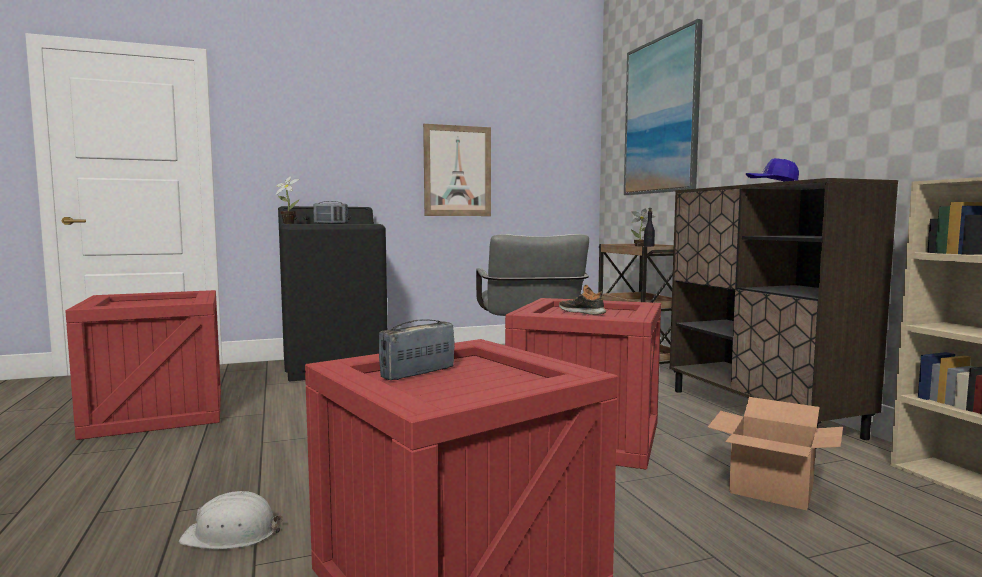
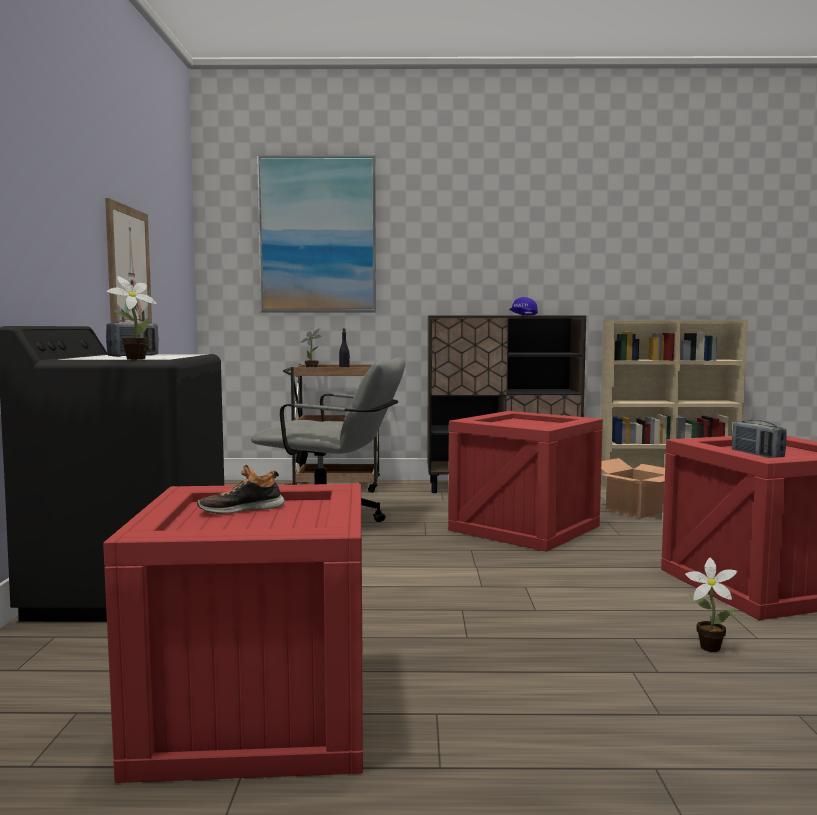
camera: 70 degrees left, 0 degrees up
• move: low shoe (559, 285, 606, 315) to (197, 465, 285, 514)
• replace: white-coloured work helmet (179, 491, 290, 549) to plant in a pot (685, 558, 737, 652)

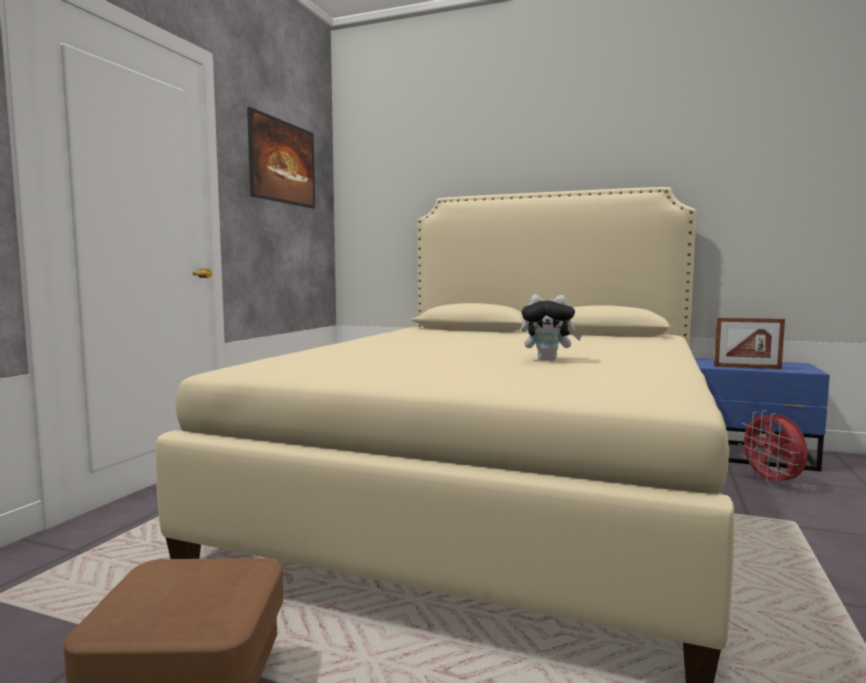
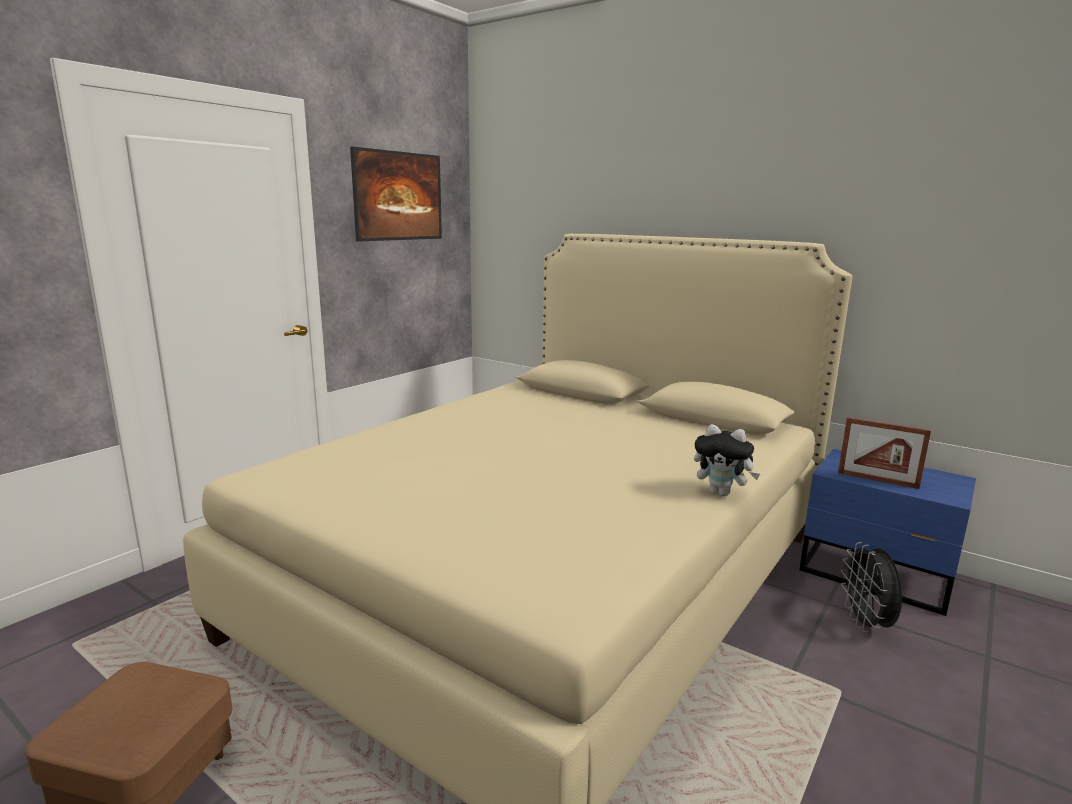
camera: 15 degrees right, 10 degrees up
• move: cuddly toy (521, 294, 582, 361) to (694, 424, 760, 496)
• recolor: red-coloured cooling fan (738, 410, 808, 486) to black cooling fan (841, 542, 902, 632)

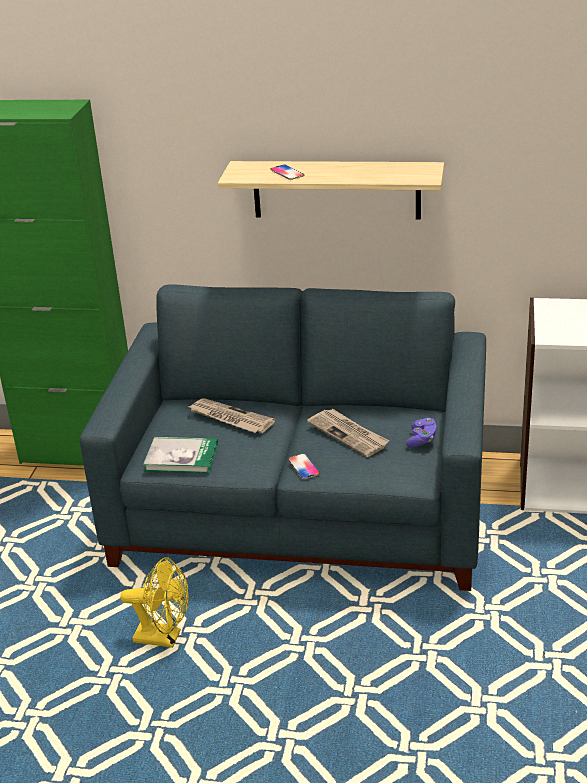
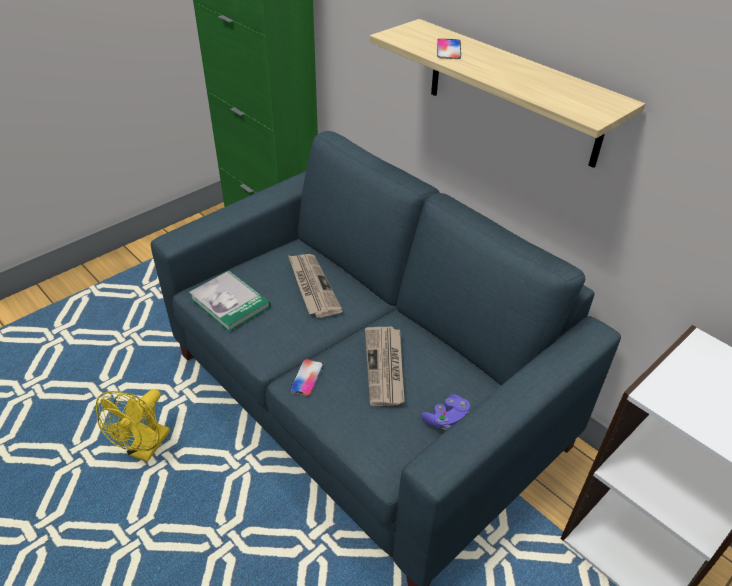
camera: 35 degrees right, 10 degrees up
• rotate: yellow-coloured cooling fan (120, 557, 189, 648) = (96, 389, 170, 462) 60 degrees clockwise

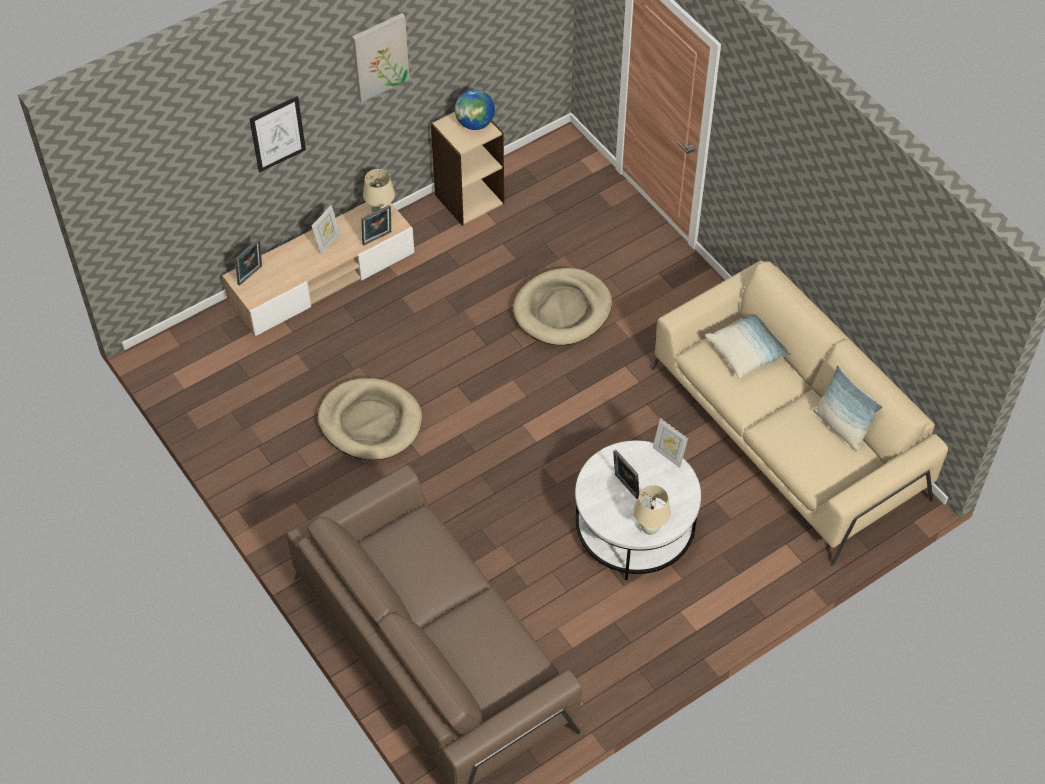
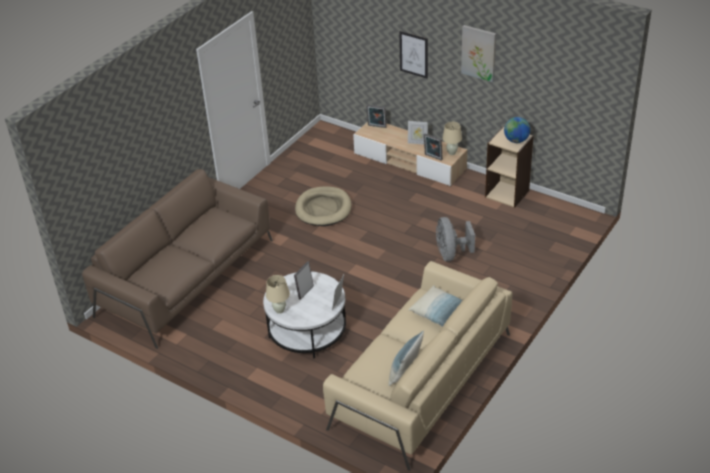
camera: 70 degrees right, 15 degrees down
• replace: sand-coloured pet bed (513, 268, 612, 345) to greyish cooling fan (436, 217, 475, 262)

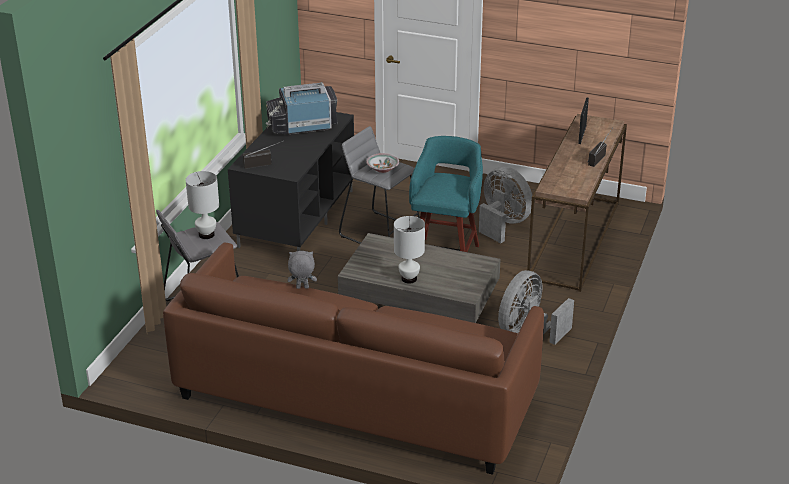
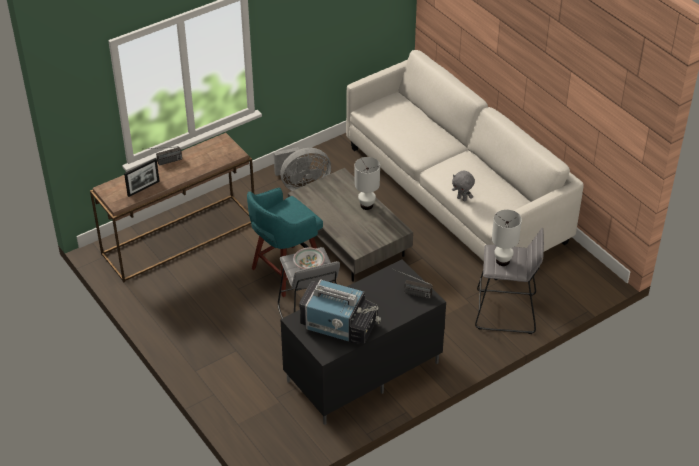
camera: 145 degrees left, 10 degrees up
• recolor: brownish settee (163, 242, 544, 475) to white-coloured settee (346, 50, 584, 280)
• delete: greyish cooling fan (479, 167, 532, 243)

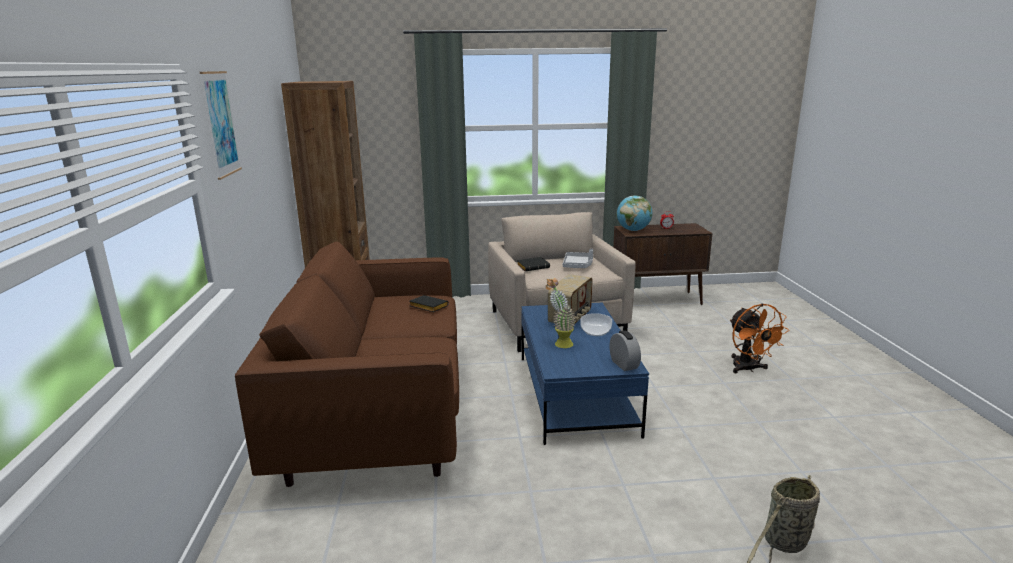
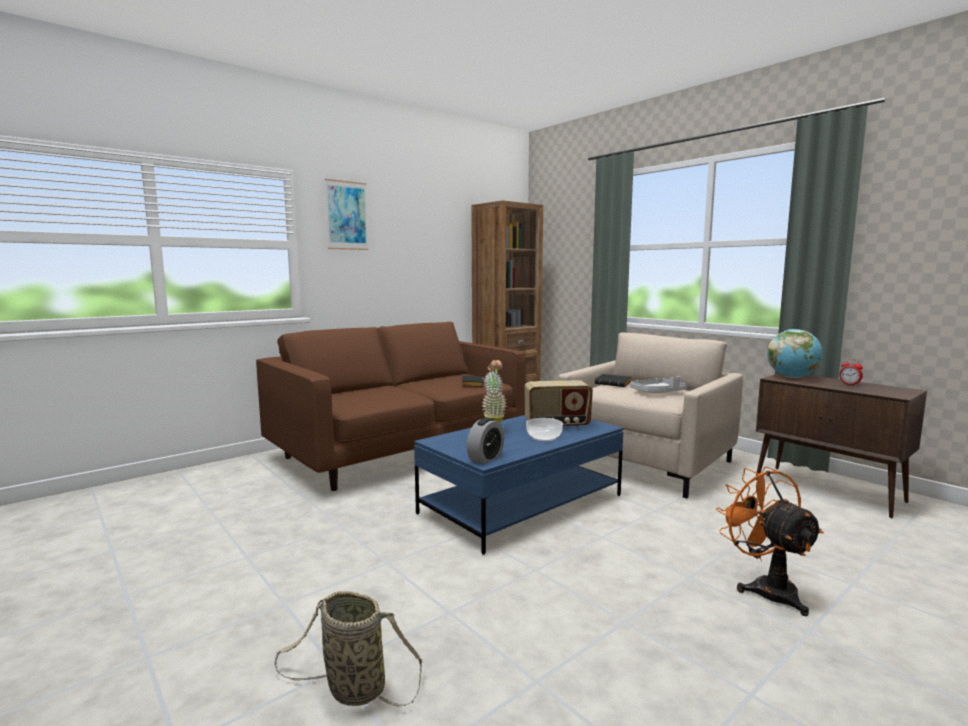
camera: 55 degrees right, 10 degrees down
• rotate: orange cooling fan (730, 303, 790, 373) = (716, 466, 824, 616) 120 degrees clockwise

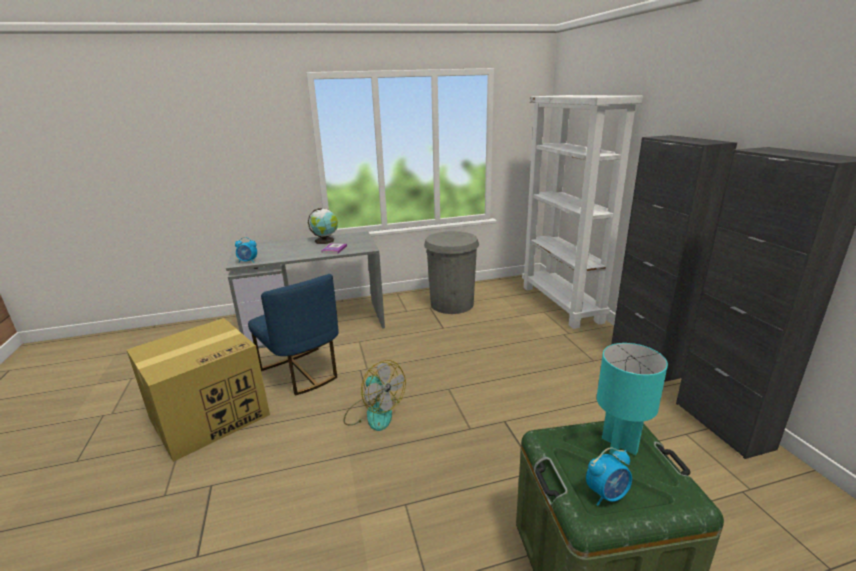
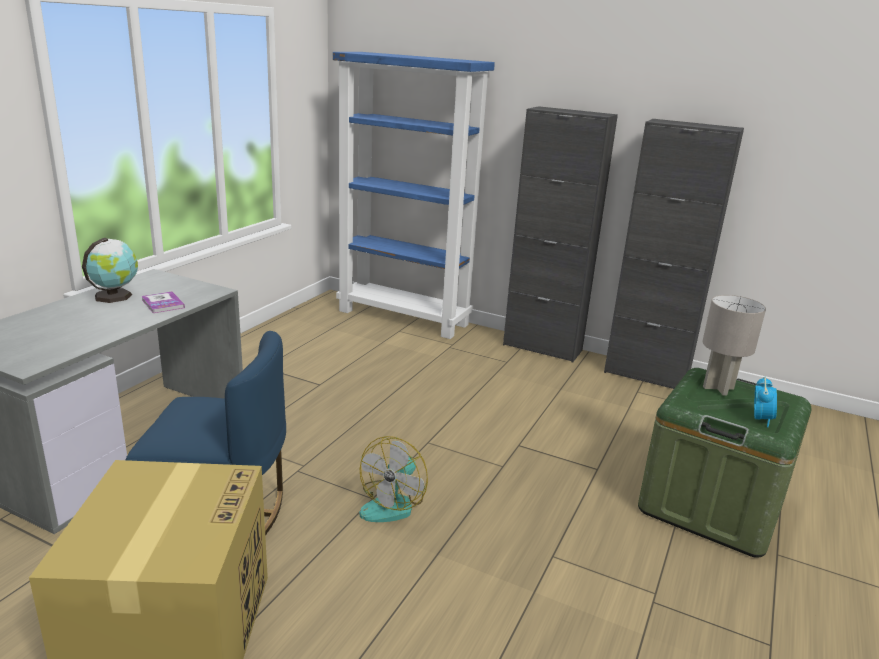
camera: 50 degrees left, 0 degrees up
• recolor: white-coloured bookshelf (522, 95, 643, 329) to blue bookshelf (333, 52, 495, 339)
• rotate: cooling fan (344, 360, 406, 431) = (359, 436, 428, 522) 120 degrees clockwise
• recolor: turquoise-coloured table lamp (597, 343, 668, 455) to greyish table lamp (703, 295, 766, 395)
• delete: table clock (235, 237, 257, 263)
• delete: greyish waste bin (424, 231, 479, 314)

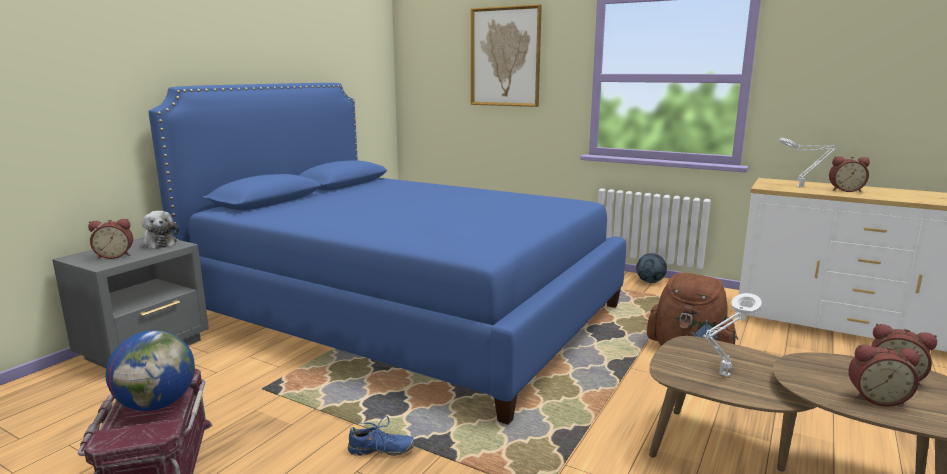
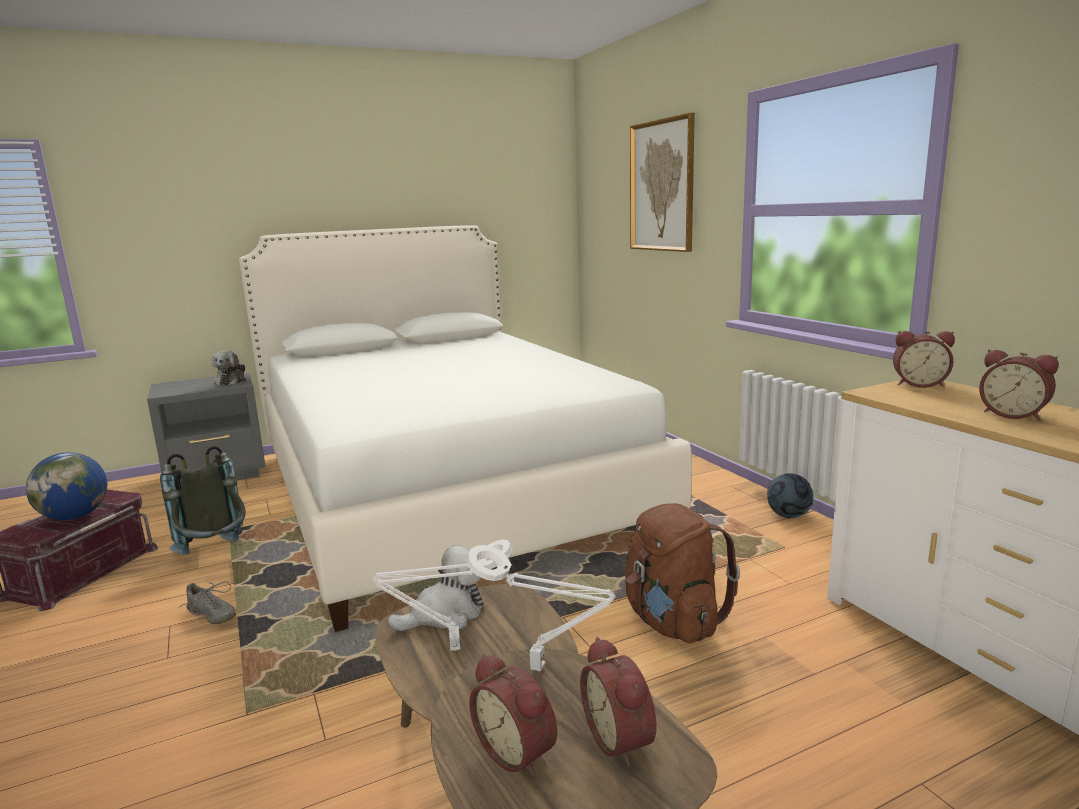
camera: 35 degrees right, 0 degrees up
• insert: greyish rucksack (160, 446, 246, 554)
• recolor: blue low shoe (348, 416, 415, 456) to greyish low shoe (179, 581, 236, 624)
• recolor: blue bedroom bed (149, 83, 626, 425) to white-coloured bedroom bed (239, 225, 692, 632)
• insert: cuddly toy (388, 545, 484, 631)
• move: white-coloured table lamp (779, 138, 836, 188) to (466, 545, 615, 671)
• move: table clock (88, 219, 133, 259) to (893, 331, 955, 388)

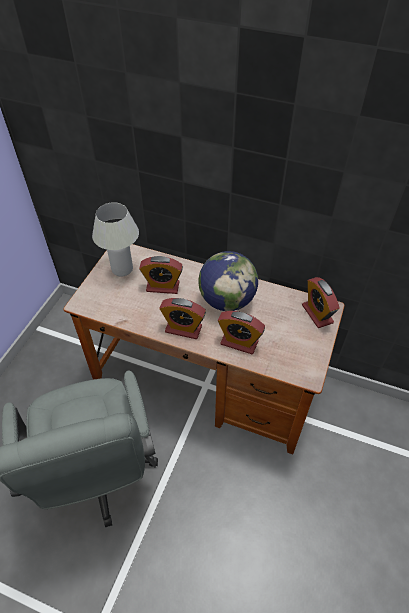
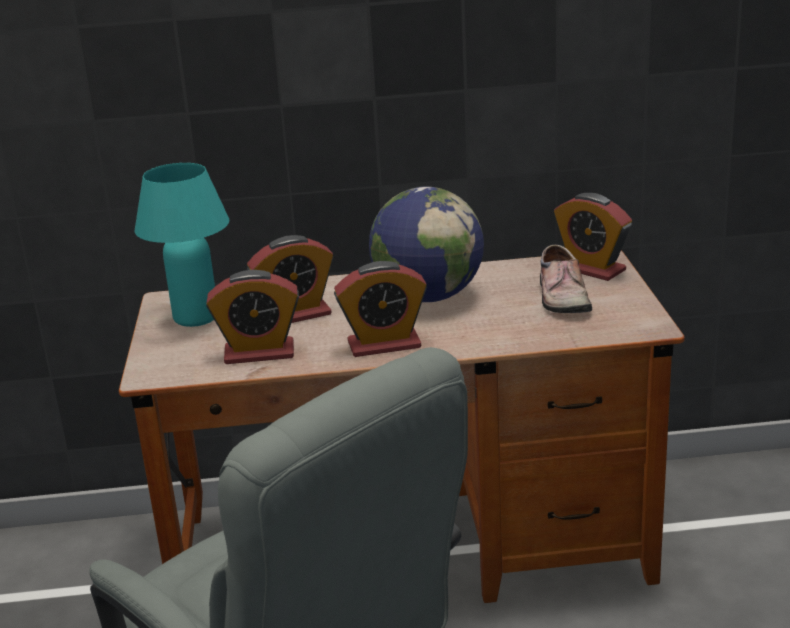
camera: 25 degrees left, 25 degrees down
• recolor: white-coloured table lamp (92, 202, 139, 276) to turquoise-coloured table lamp (135, 163, 229, 327)
• move: table clock (218, 311, 265, 354) to (206, 270, 299, 364)
• insert: low shoe (540, 245, 592, 313)

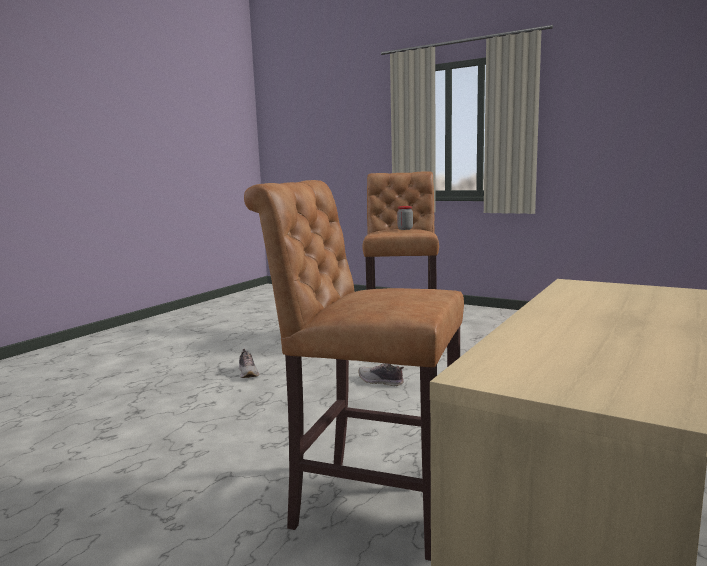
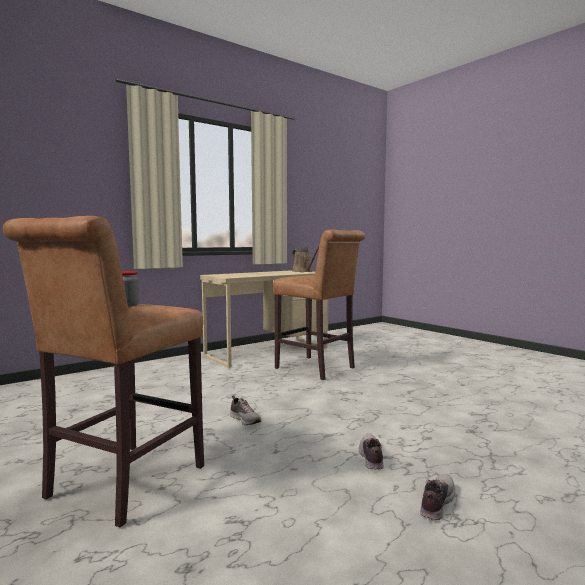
camera: 160 degrees left, 5 degrees down
• insert: brownish sprinkling can (292, 246, 319, 272)
• insert: low shoe (420, 474, 455, 520)

